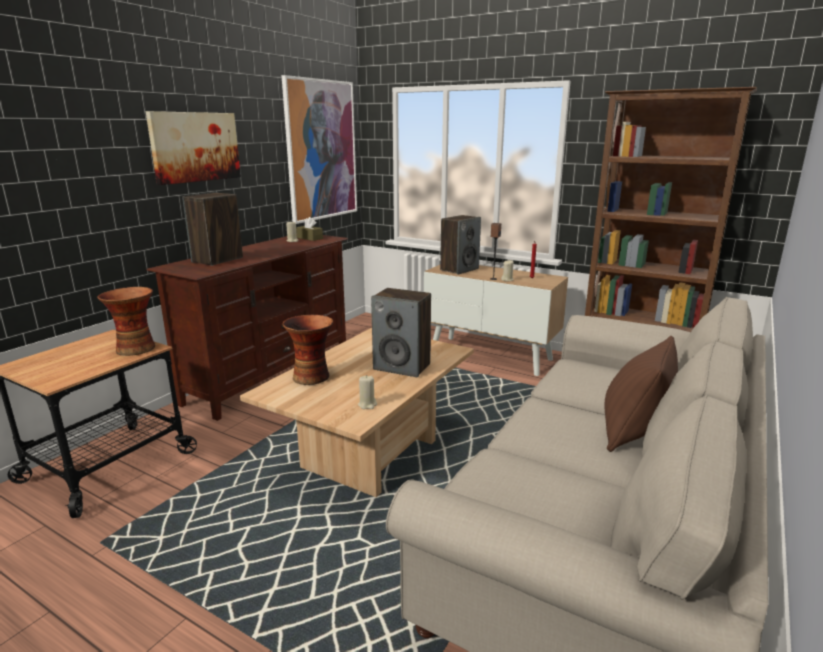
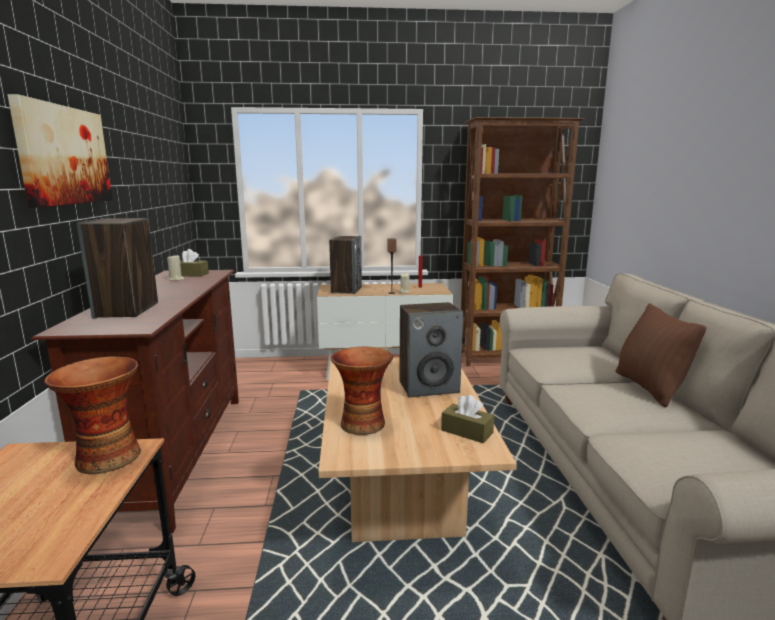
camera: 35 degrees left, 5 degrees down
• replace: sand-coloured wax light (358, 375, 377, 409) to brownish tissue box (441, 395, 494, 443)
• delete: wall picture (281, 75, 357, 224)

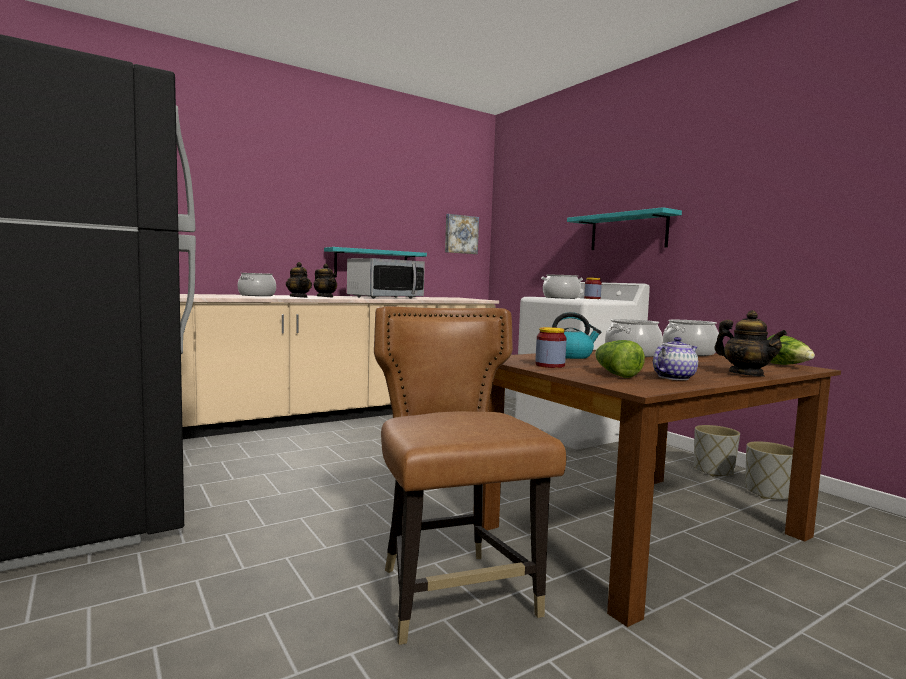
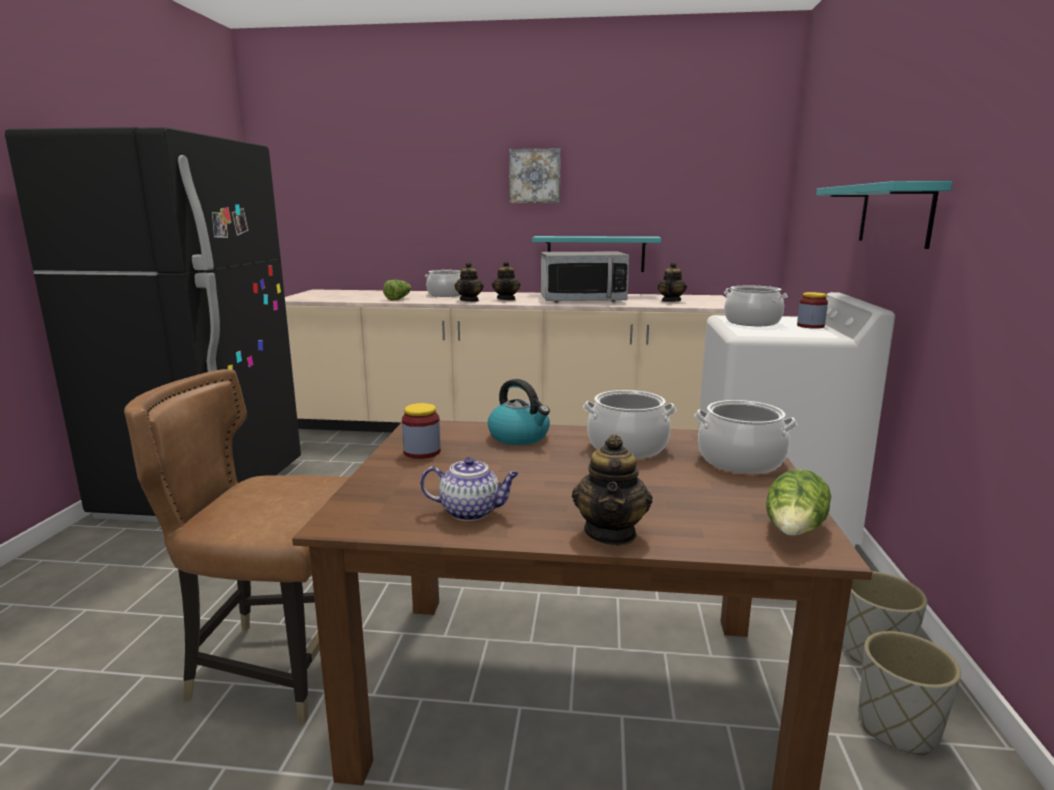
camera: 40 degrees right, 10 degrees up
• rotate: brownish plain chair (374, 306, 566, 645) = (124, 369, 350, 724) 105 degrees counterclockwise
• move: head of lettuce (595, 340, 645, 378) to (383, 280, 411, 300)
• move: wall picture (445, 214, 479, 254) to (509, 148, 561, 203)
• insert: tea pot (658, 262, 687, 302)

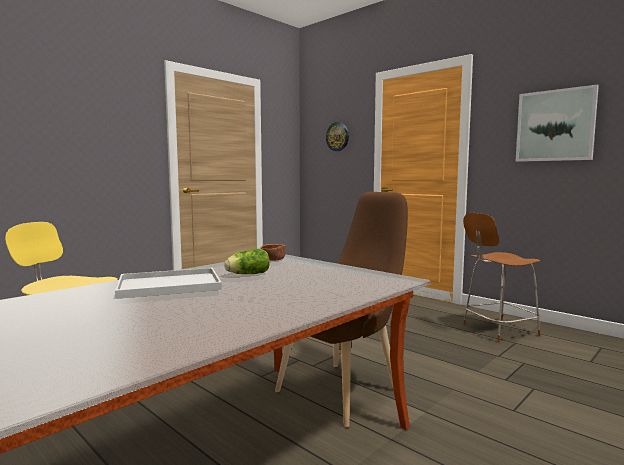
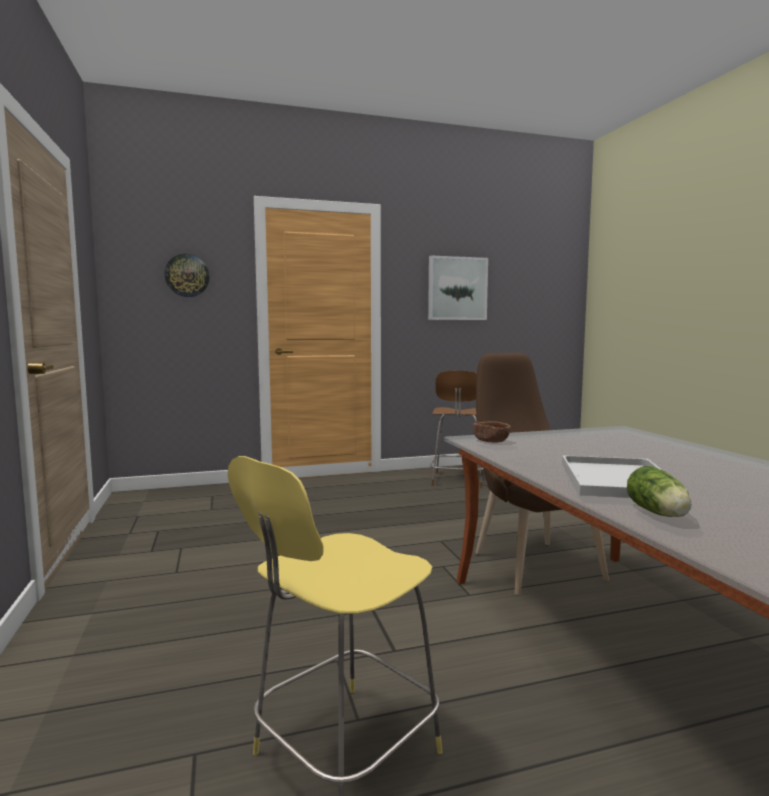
camera: 60 degrees left, 0 degrees up
• move: head of lettuce (224, 249, 270, 274) to (627, 466, 691, 517)

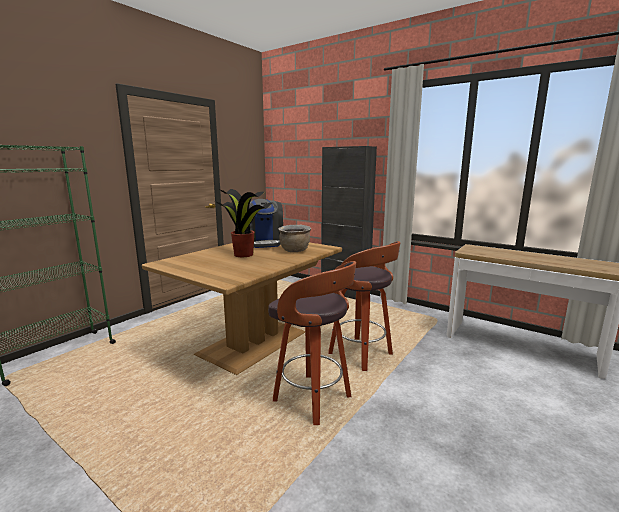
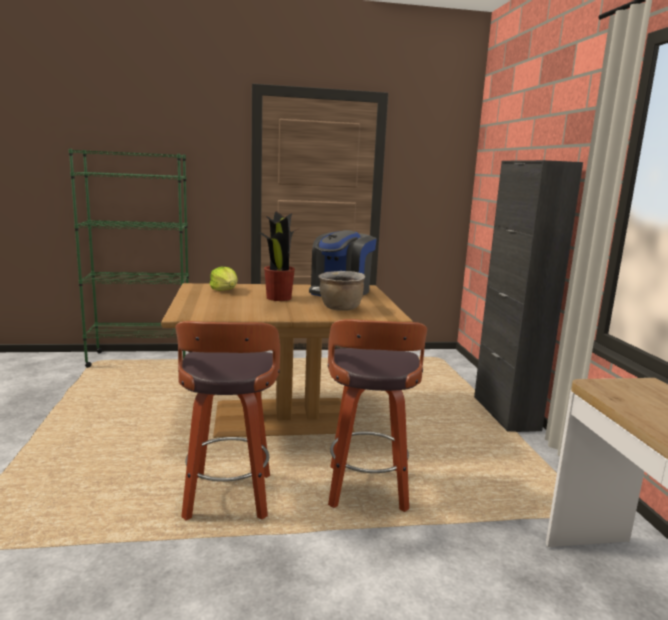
camera: 45 degrees right, 0 degrees up
• insert: head of lettuce (210, 267, 238, 291)

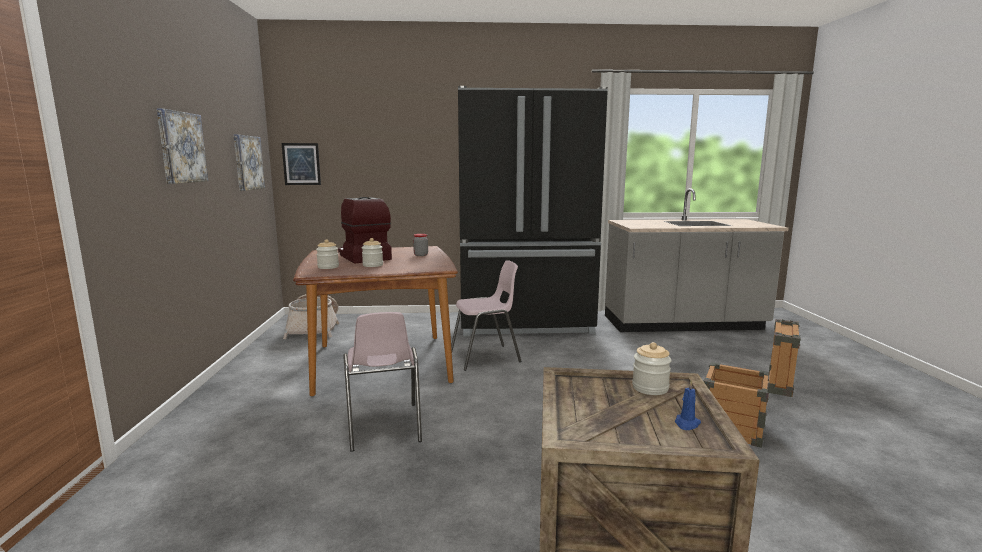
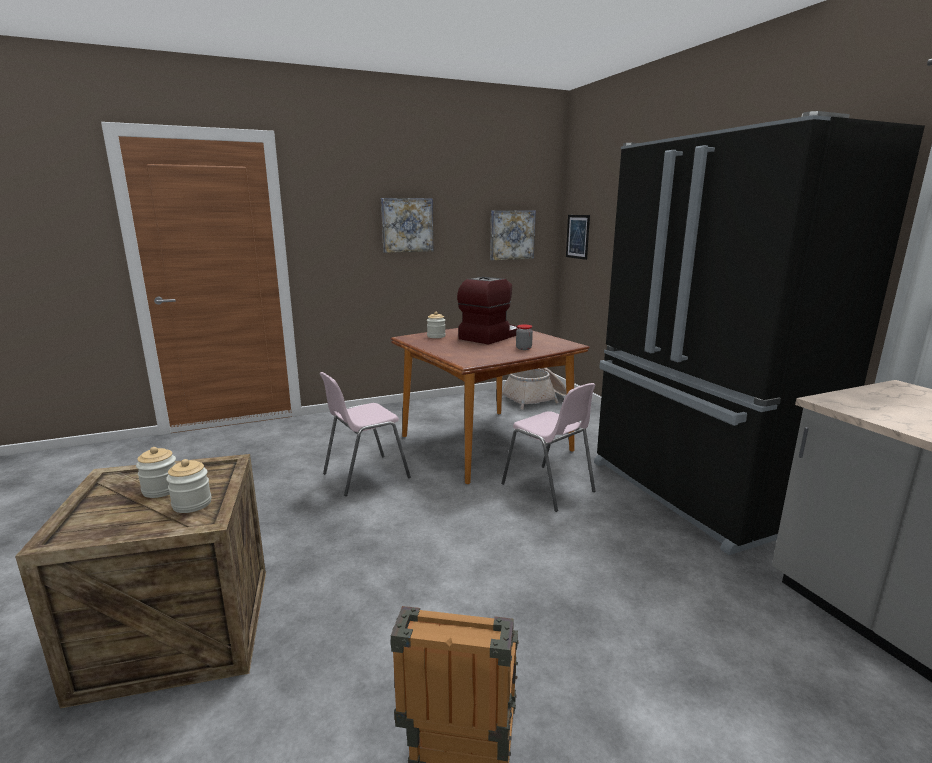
camera: 70 degrees right, 5 degrees up
• move: storage jar (362, 238, 383, 267) to (136, 447, 176, 498)
• delete: blue wax light (675, 380, 701, 430)

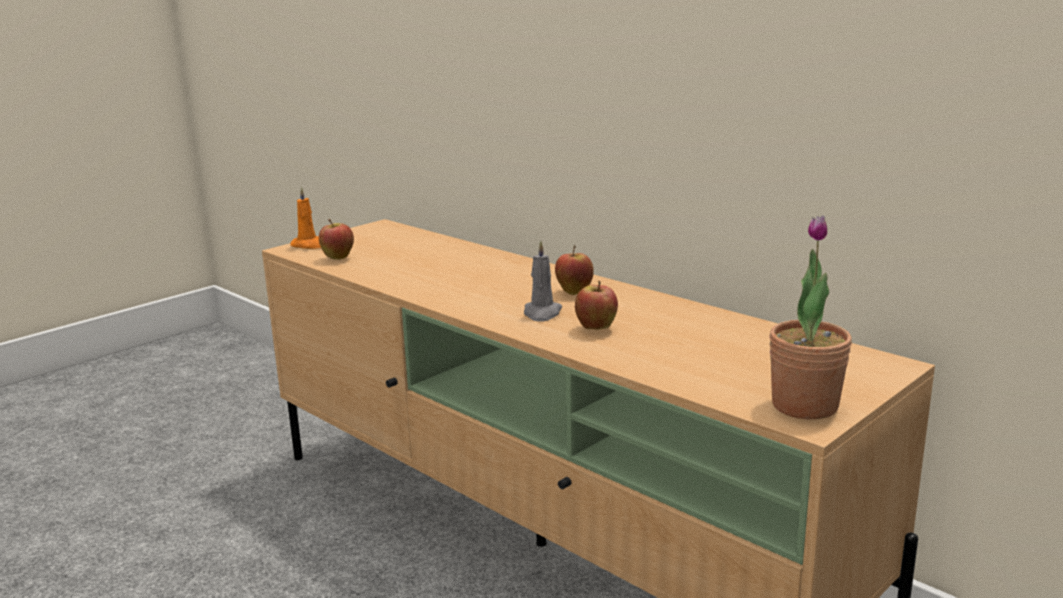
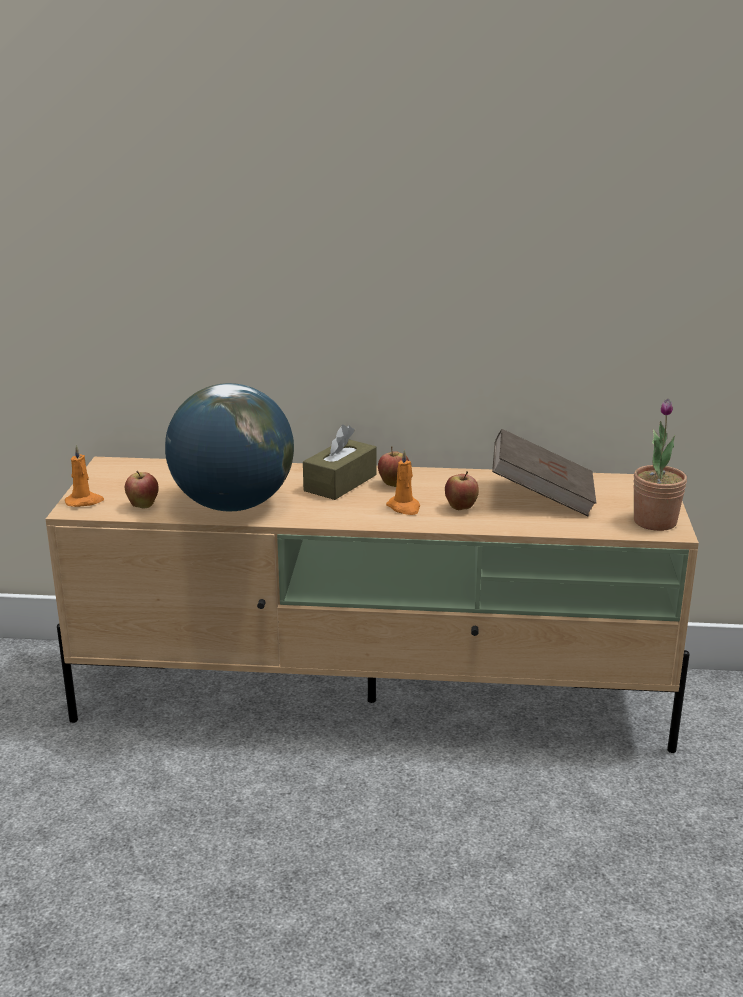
camera: 40 degrees left, 5 degrees up
• insert: world globe (165, 383, 294, 511)
• insert: brownish tissue box (303, 425, 376, 500)
• recolor: greyish wax light (524, 240, 562, 322) to orange wax light (386, 449, 420, 515)
• insert: brownish volume (492, 429, 596, 516)

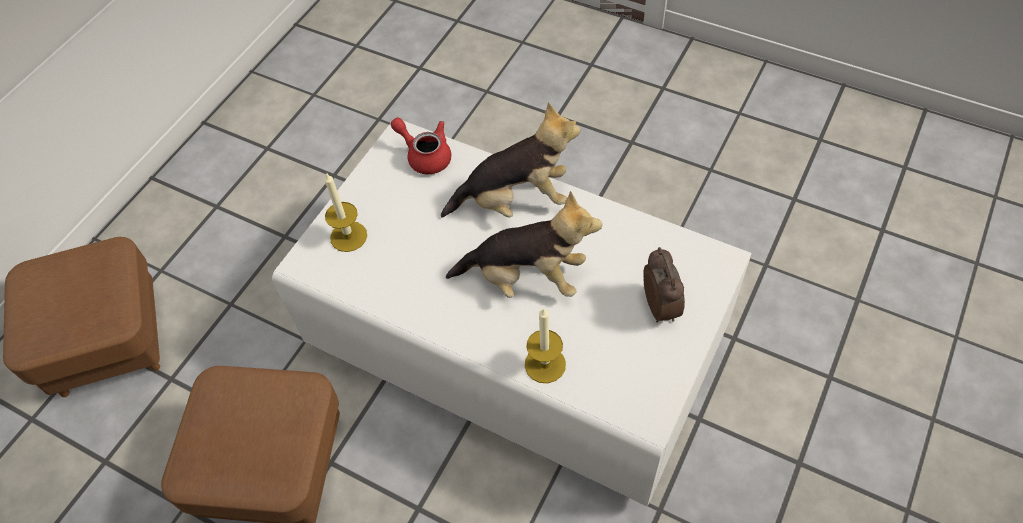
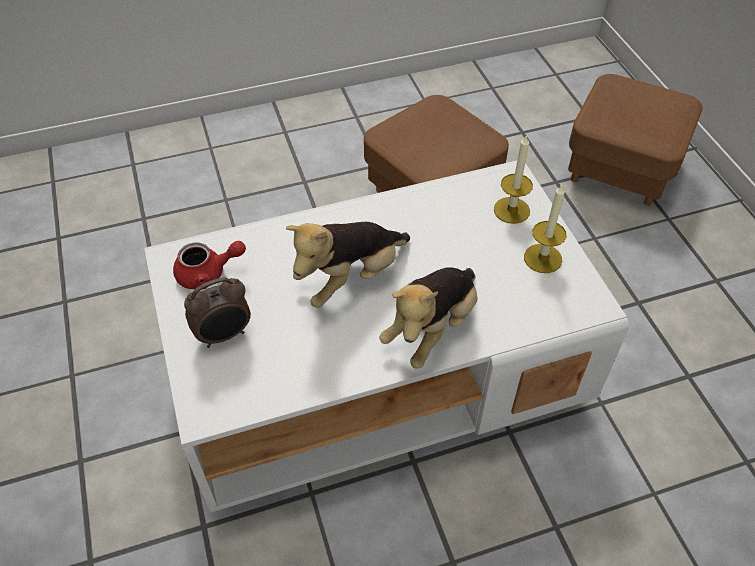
camera: 130 degrees right, 5 degrees down
• move: red-coloured tea pot (391, 117, 451, 174) to (173, 241, 246, 289)
• rotate: table clock (643, 247, 685, 323) = (184, 277, 251, 348) 60 degrees counterclockwise
• move: wax light (525, 308, 566, 383) to (524, 183, 567, 273)

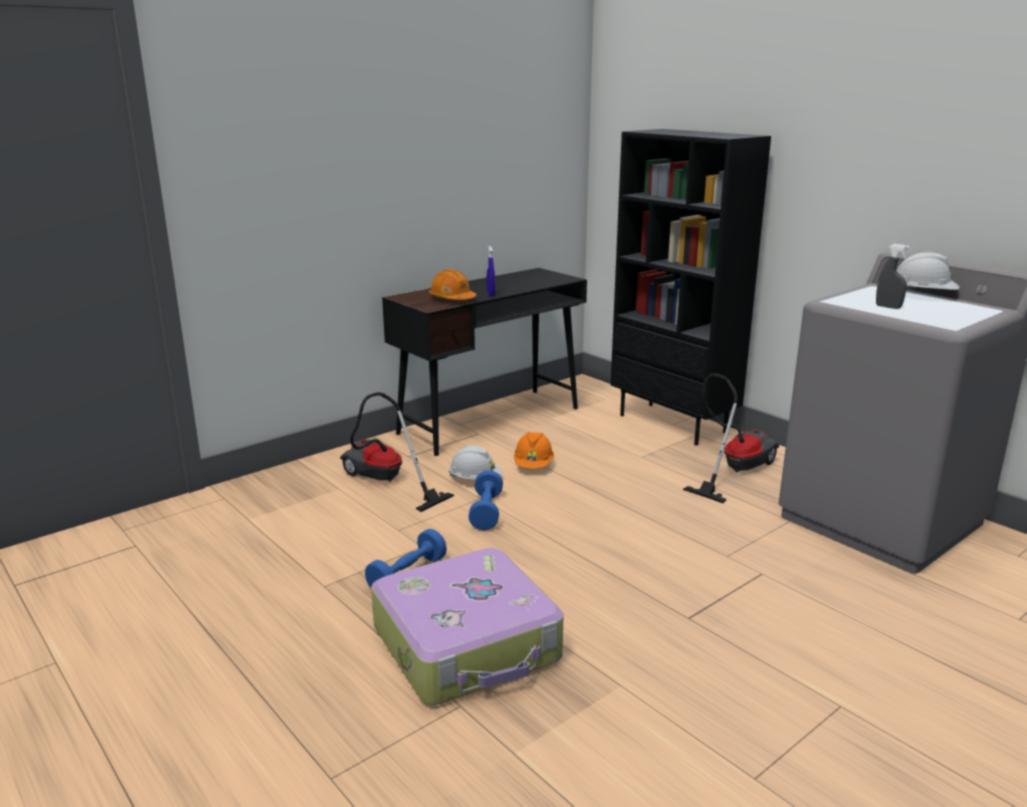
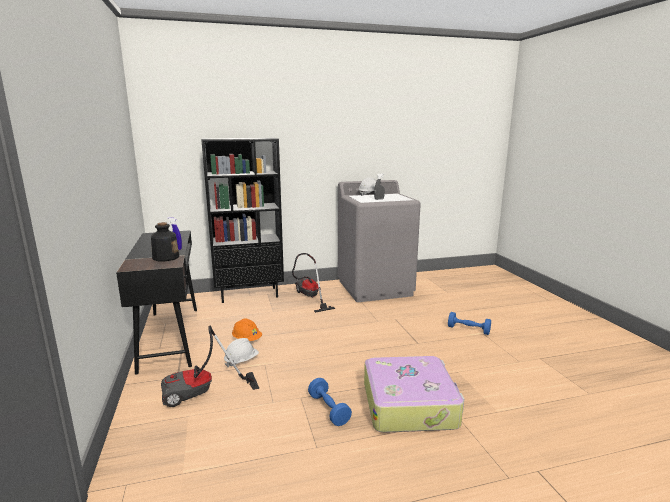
camera: 65 degrees left, 5 degrees down
• replace: orange work helmet (429, 269, 477, 300) to beverage bottle (151, 222, 179, 261)
• move: blue dumbbell (468, 470, 503, 530) to (448, 312, 491, 335)

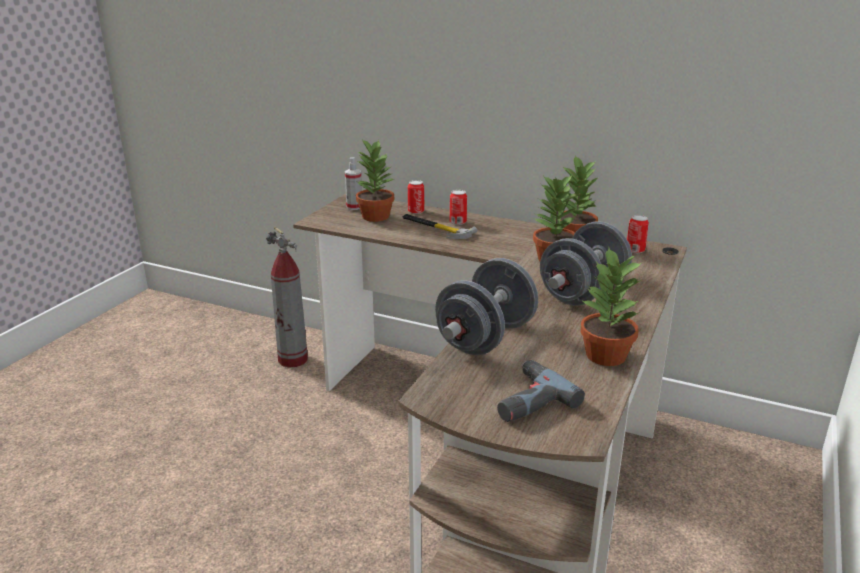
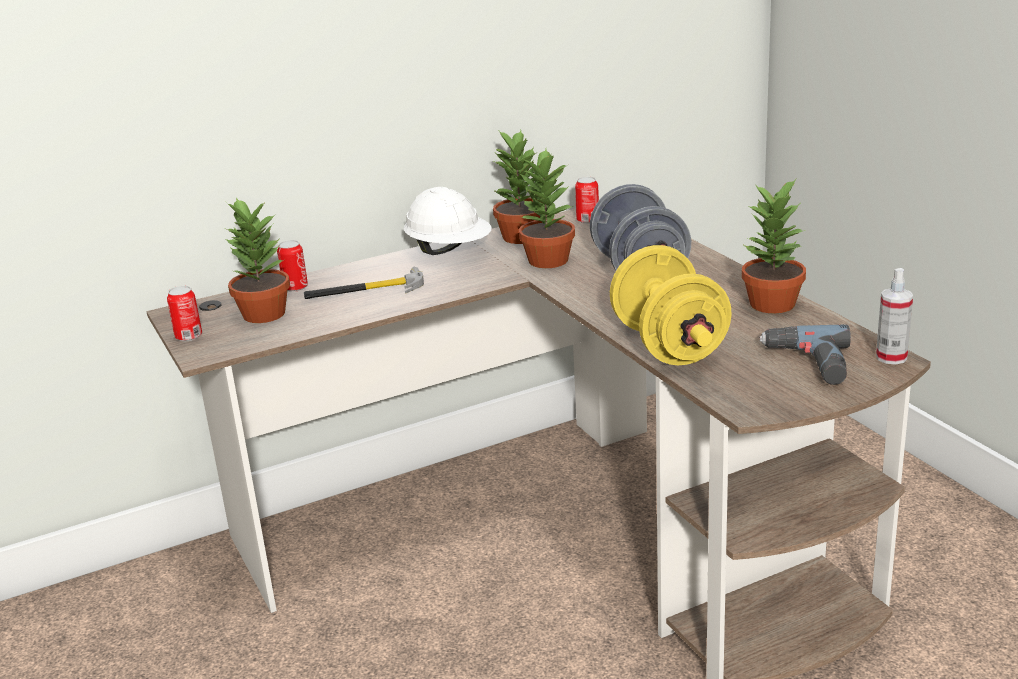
camera: 50 degrees left, 0 degrees up
• move: metal can (450, 190, 467, 225) to (167, 286, 202, 341)
• insert: white-coloured work helmet (404, 187, 491, 255)
• recolor: greyish dumbbell (435, 258, 538, 355) to yellow-coloured dumbbell (610, 245, 732, 365)
• move: spray bottle (345, 157, 362, 210) to (876, 268, 913, 365)
• delete: fire-fighting cylinder (266, 227, 308, 368)

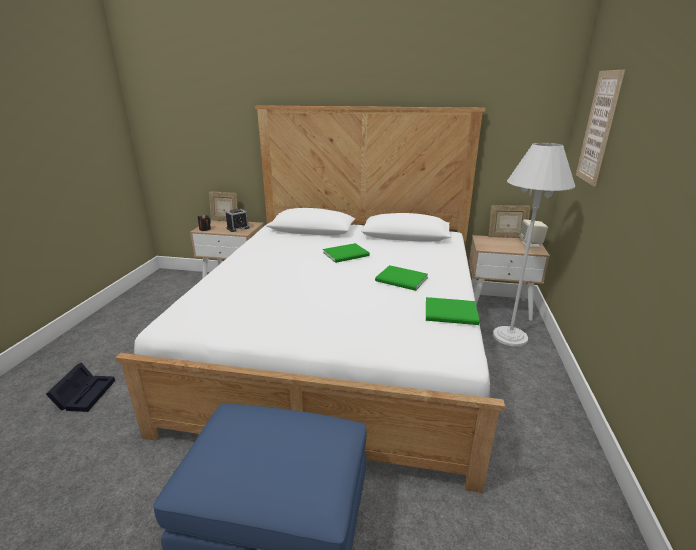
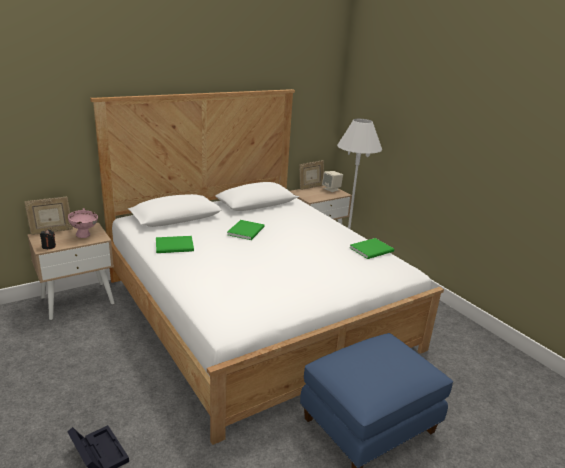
camera: 45 degrees left, 0 degrees up
• replace: table clock (226, 209, 250, 232) to pink-coloured deep dish (68, 208, 98, 238)
• move: green volume (375, 265, 428, 291) to (156, 236, 194, 253)
• delete: wall picture (576, 69, 625, 187)

